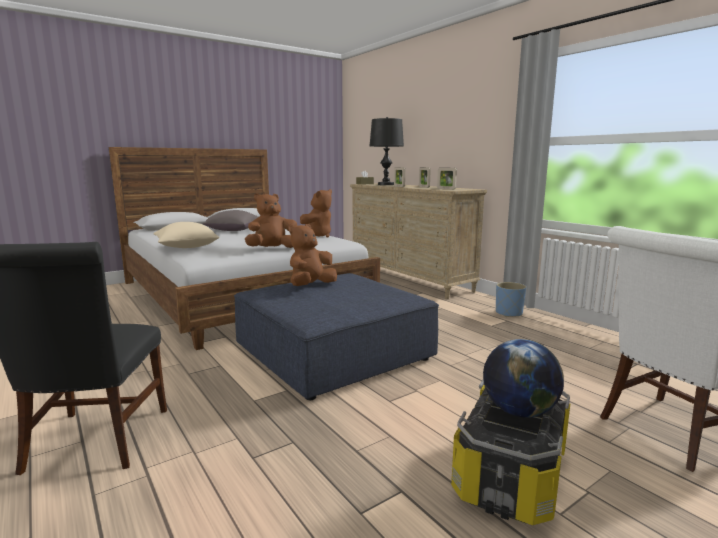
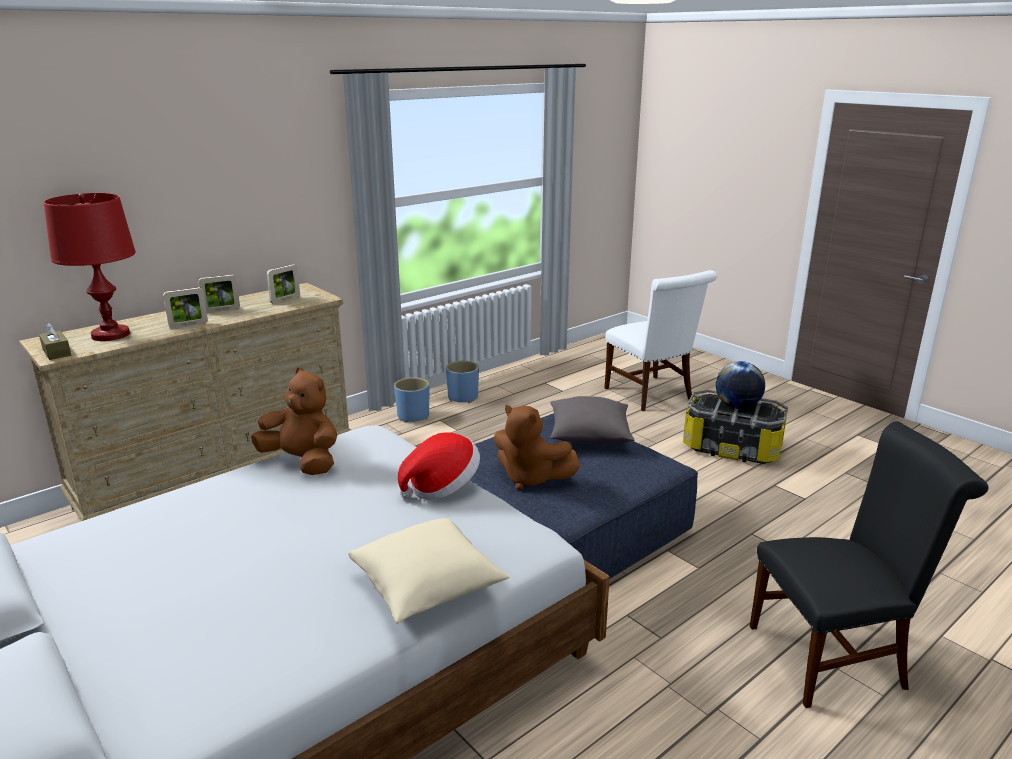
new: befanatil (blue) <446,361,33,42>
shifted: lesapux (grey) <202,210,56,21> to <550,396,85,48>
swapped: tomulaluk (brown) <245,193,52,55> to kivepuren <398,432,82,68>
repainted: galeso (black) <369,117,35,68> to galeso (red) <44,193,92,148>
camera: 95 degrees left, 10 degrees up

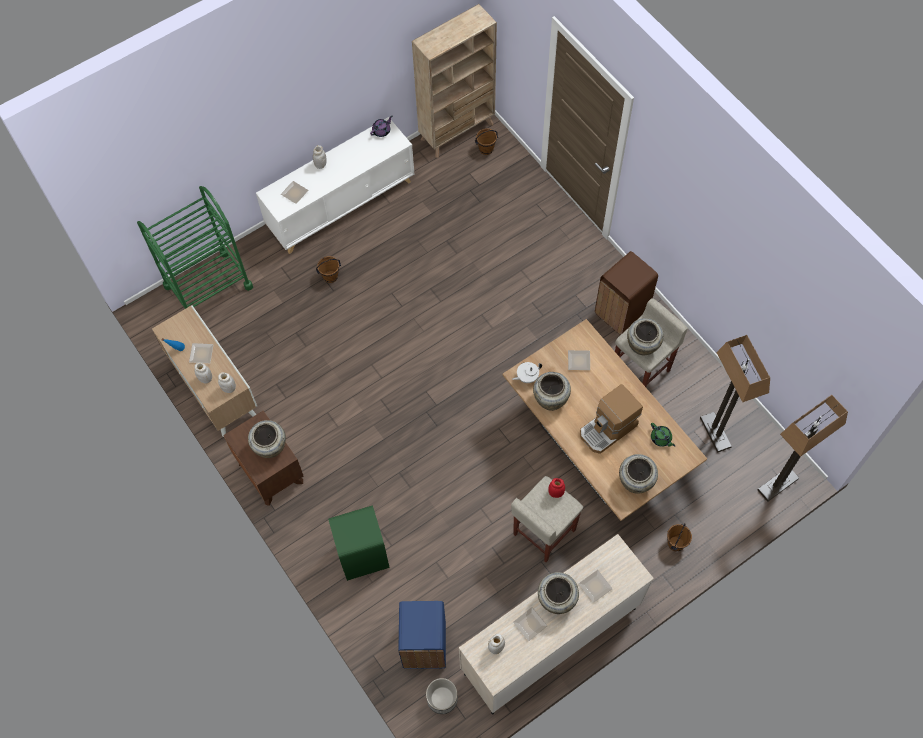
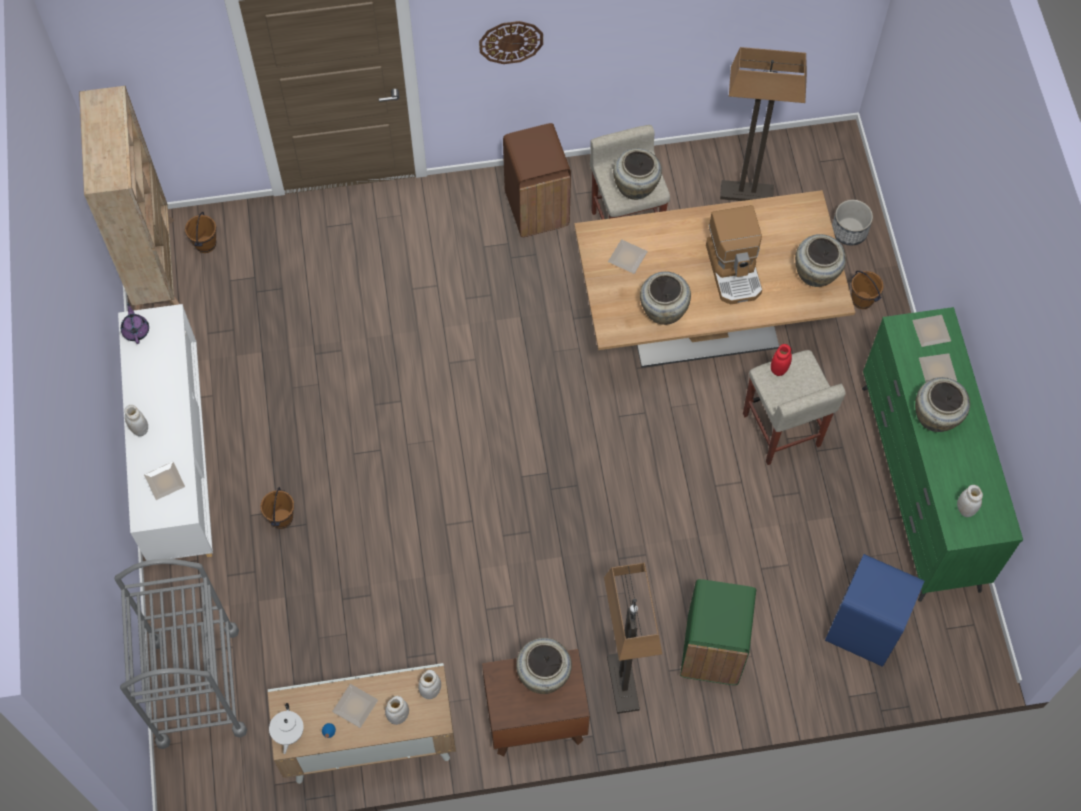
gone: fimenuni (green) <651,423,24,24>
new: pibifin <479,21,64,43>
shifted: befanatil <426,678,32,36> to <832,200,41,46>; fimenuni (white) <513,362,29,21> to <269,703,35,51>; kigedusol <513,607,34,34> to <912,315,39,32>; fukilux <758,395,90,107> to <604,563,58,151>
repainted: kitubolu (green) <137,186,116,123> to kitubolu (grey) <114,559,133,190>; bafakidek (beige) <459,534,195,180> to bafakidek (green) <862,307,161,295>
camera: 65 degrees left, 0 degrees up

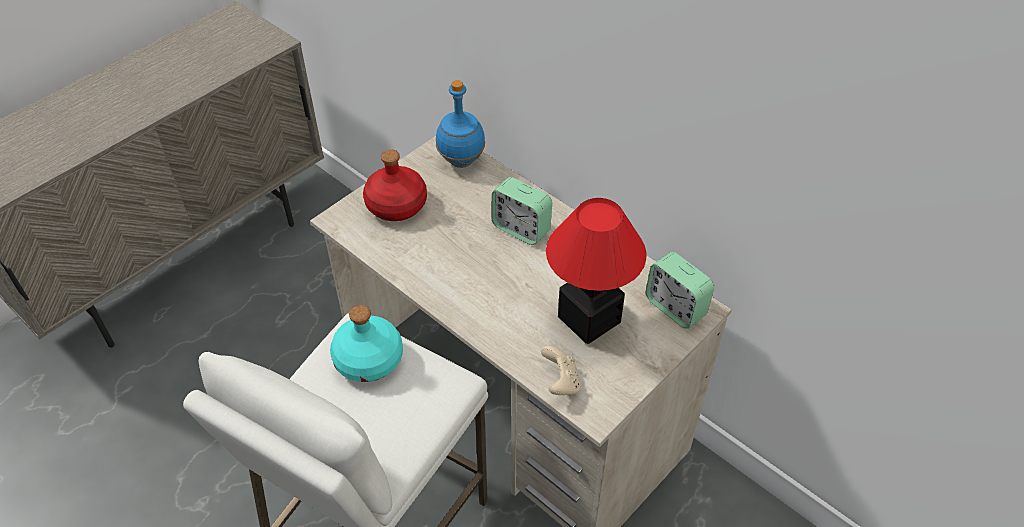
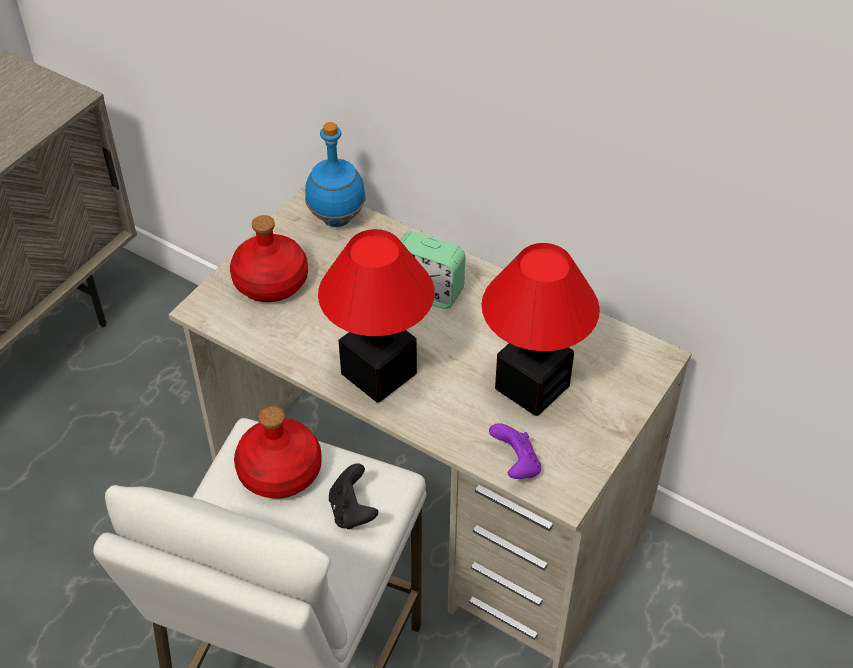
gone: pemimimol <646,252,68,77>
new: galeso <318,229,117,174>; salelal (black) <329,463,49,66>
repainted: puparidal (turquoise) <330,305,73,77> to puparidal (red) <234,406,88,93>; salelal (beige) <541,346,39,50> to salelal (purple) <489,423,52,56>
camera: 10 degrees left, 0 degrees up

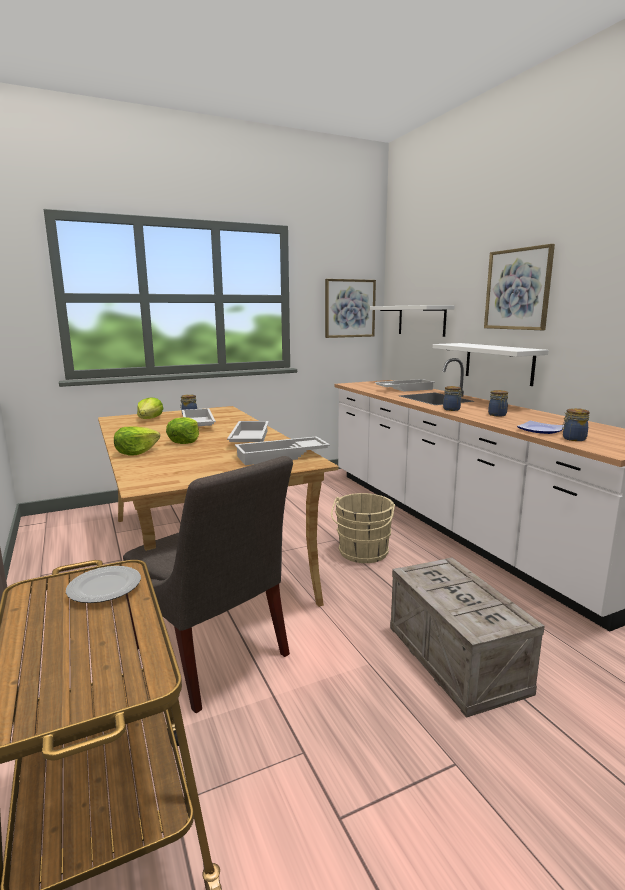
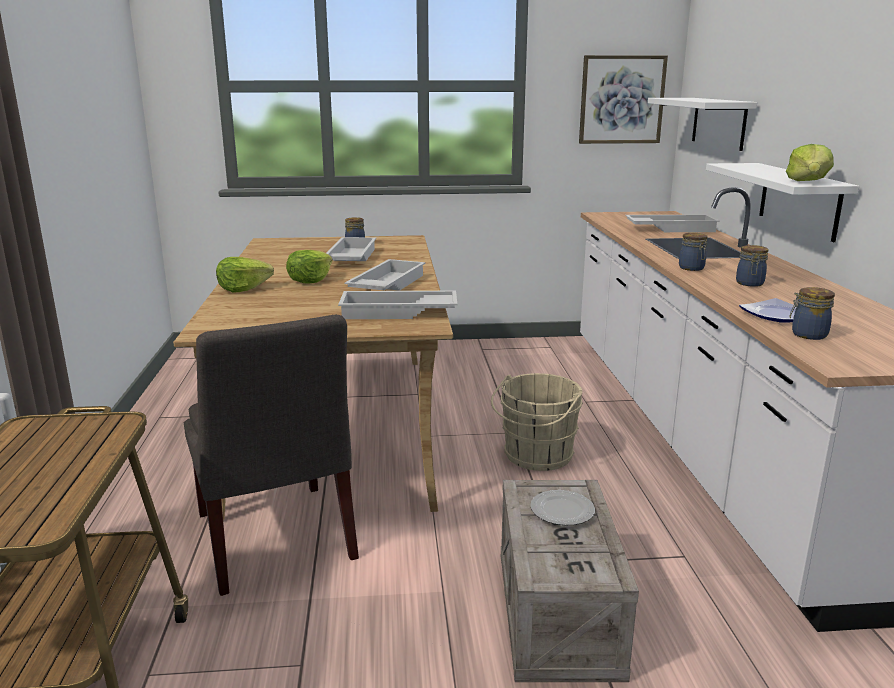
gone: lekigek <484,244,71,86>
shifted: kigedusol <66,566,75,37> to <530,490,65,35>; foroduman <137,397,27,22> to <786,144,48,37>
camera: 20 degrees right, 5 degrees up

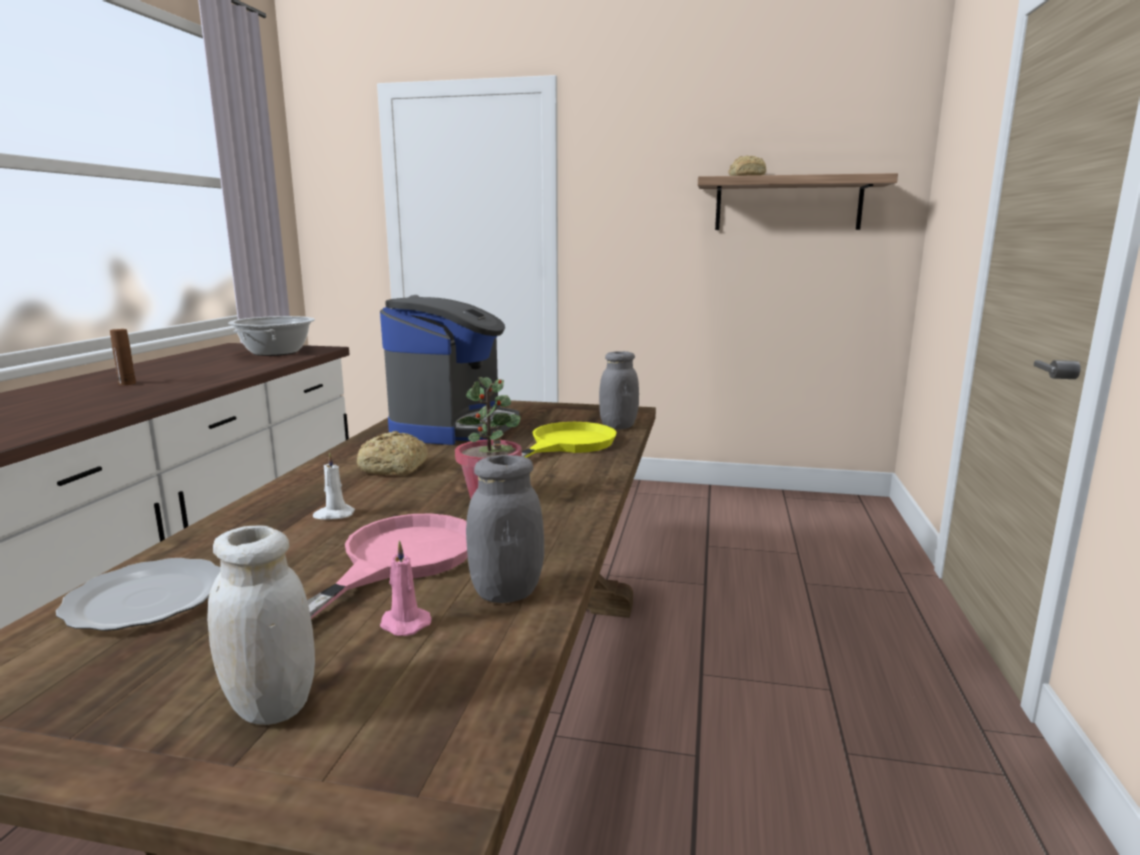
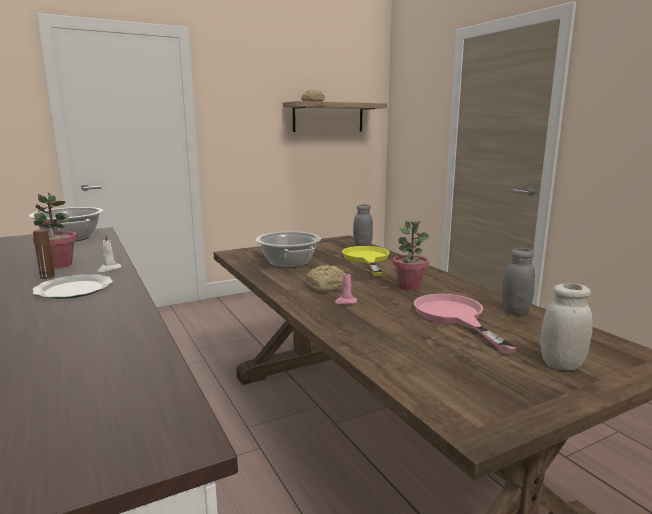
new: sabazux <33,192,44,77>
shifted: kigedusol <56,558,165,73> to <32,274,81,25>; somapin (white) <313,452,42,68> to <97,233,24,39>; somapin (pink) <380,540,52,96> to <335,268,22,36>
swapped: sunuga <380,297,139,148> to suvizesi <256,231,65,37>
camera: 40 degrees left, 0 degrees up

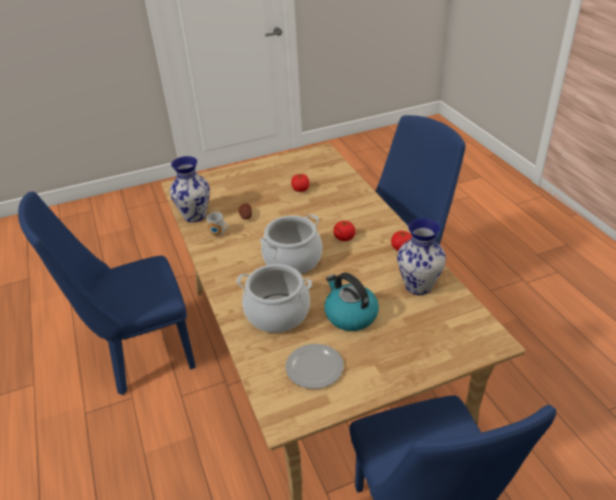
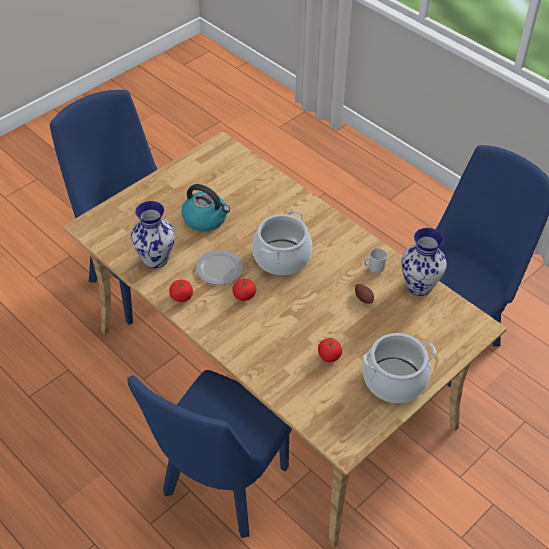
shifted: suvizesi <237,264,75,69> to <362,333,74,70>; kigedusol <285,344,59,45> to <196,250,47,35>
camera: 155 degrees right, 10 degrees up

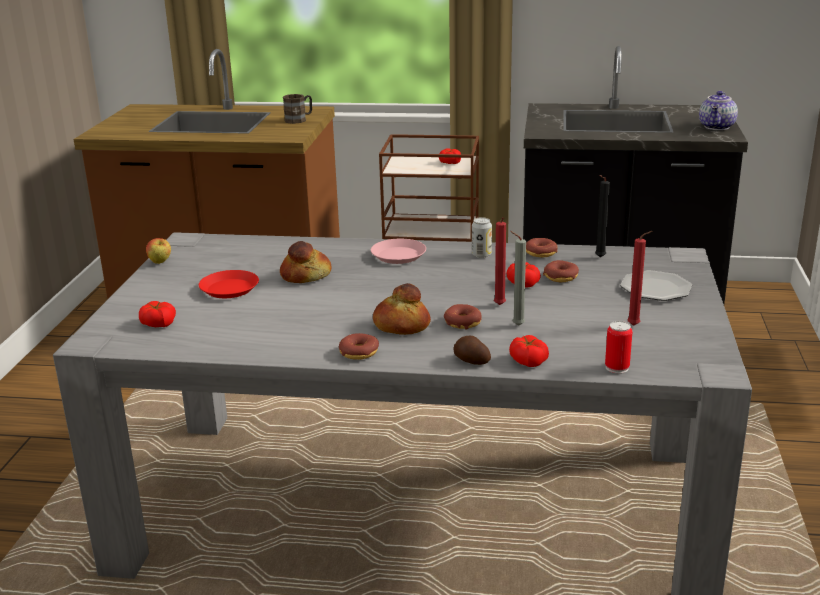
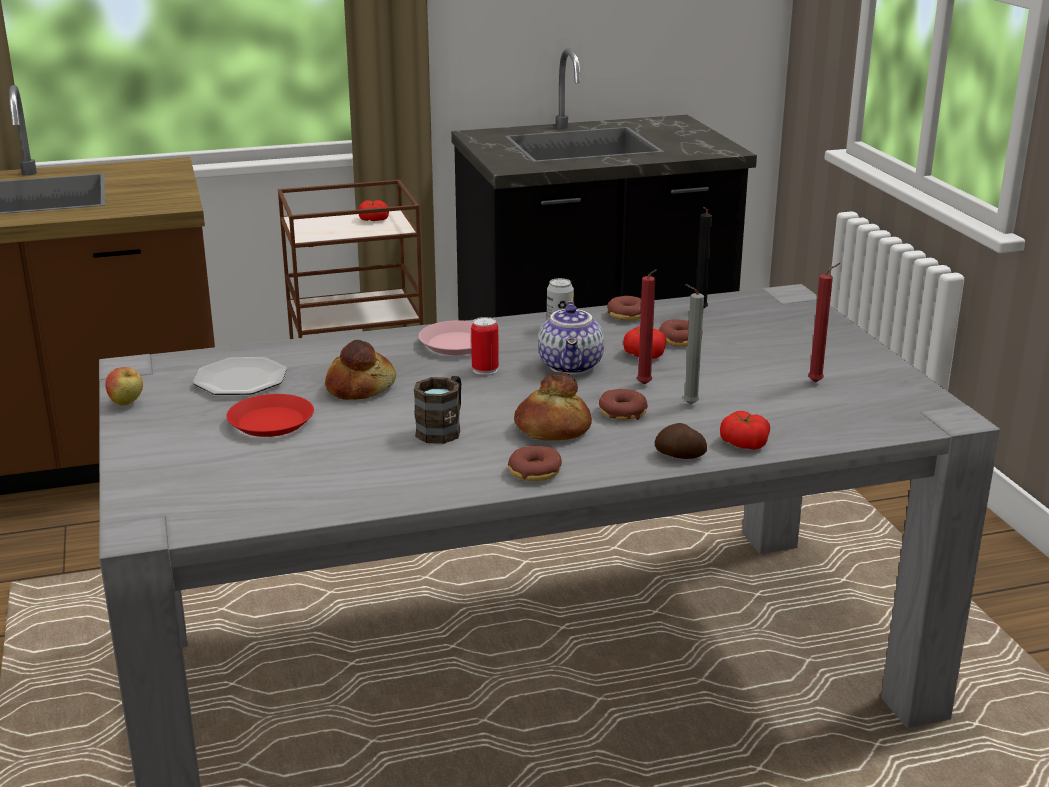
gone: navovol <139,301,37,26>
shifted: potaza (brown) <283,94,29,30> to <414,376,47,68>; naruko <605,321,27,53> to <471,317,28,58>; kigedusol <620,270,72,31> to <193,357,94,38>; fimenuni <699,91,39,39> to <538,301,66,74>
camera: 25 degrees left, 0 degrees up

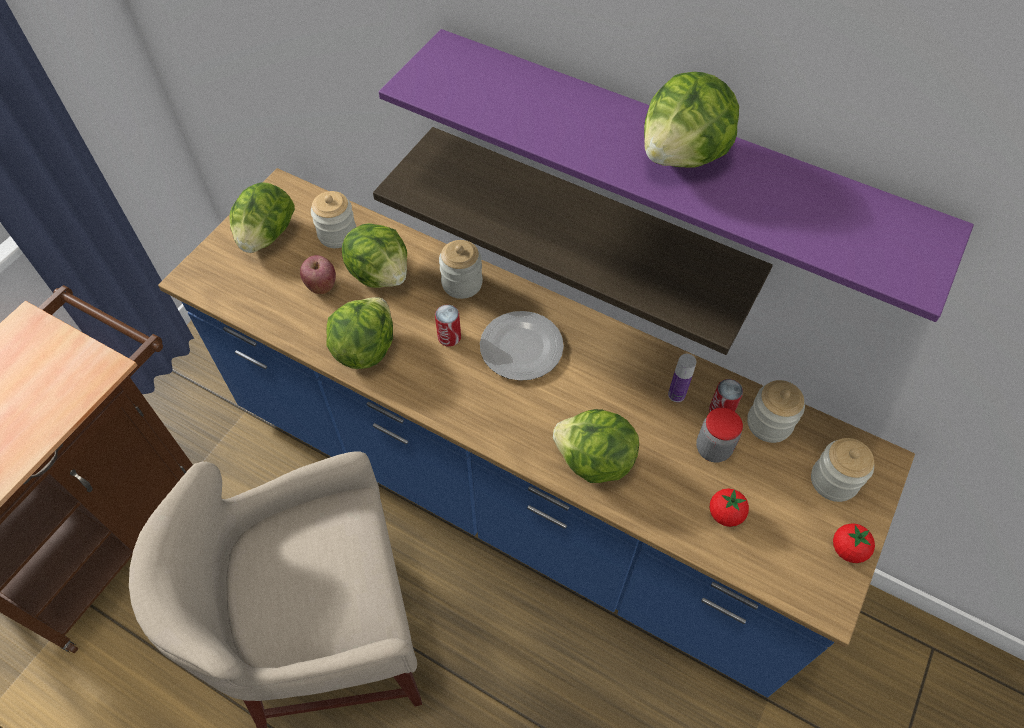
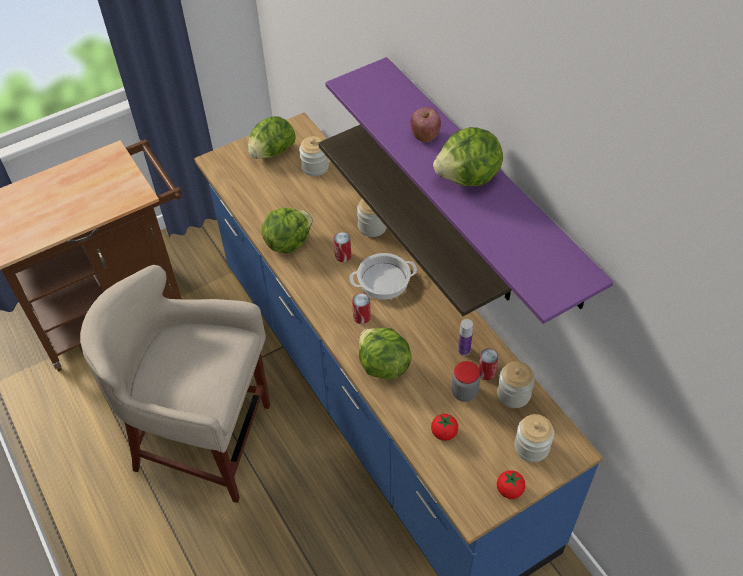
gone: foroduman <342,223,65,65>
new: naruko <352,293,19,31>
shifted: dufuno <300,255,36,39> to <411,107,30,35>
swapped: kigedusol <480,311,84,70> to suvizesi <350,253,67,47>
camera: 30 degrees right, 5 degrees down

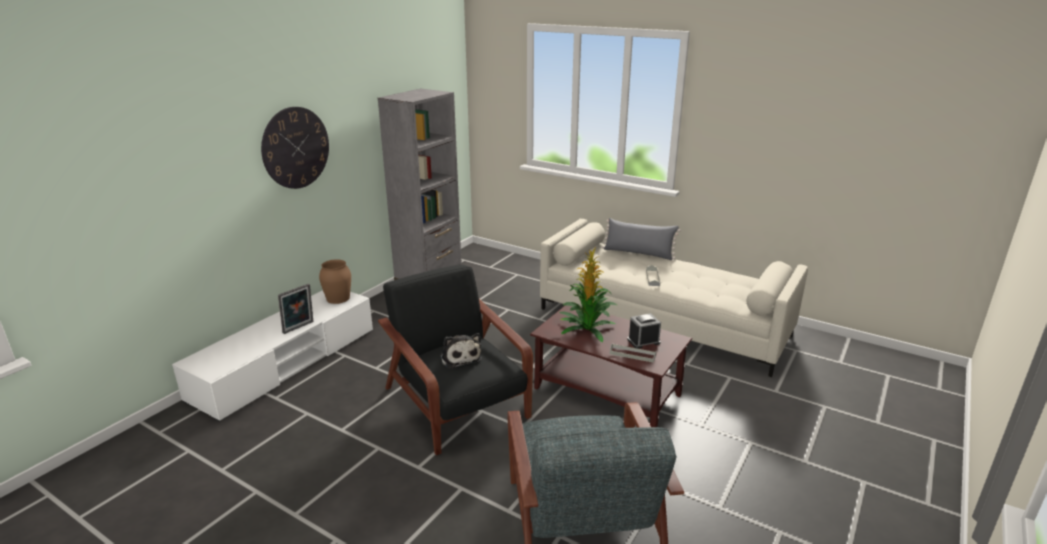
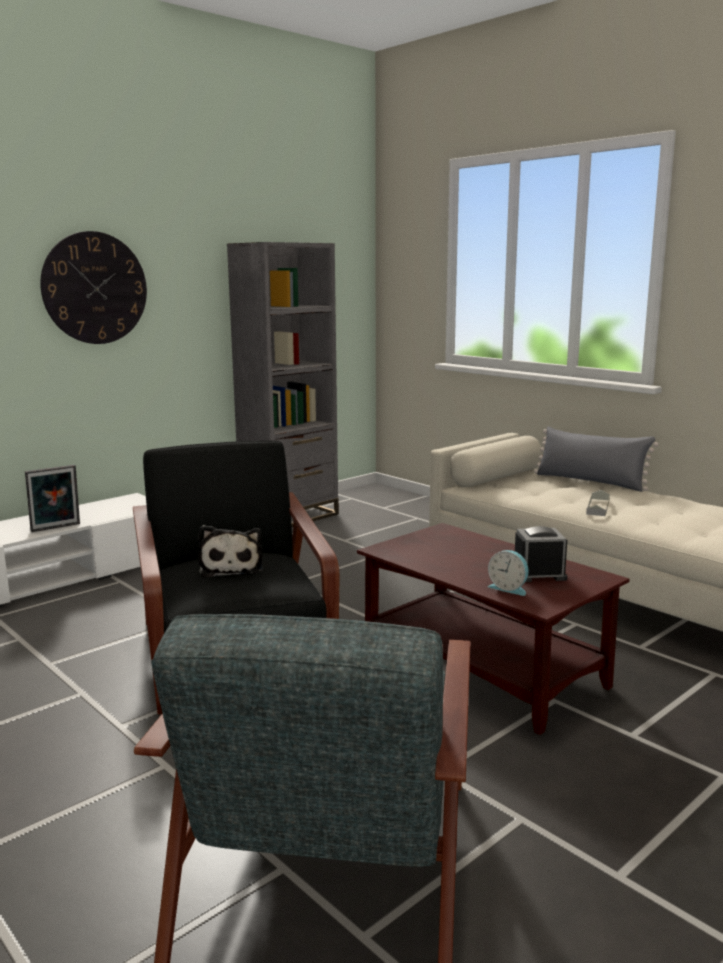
gone: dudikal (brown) <319,259,32,45>; sabazux <559,247,58,95>
swapped: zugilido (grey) <610,344,46,19> to pemimimol <488,550,41,46>
camera: 15 degrees right, 10 degrees down

